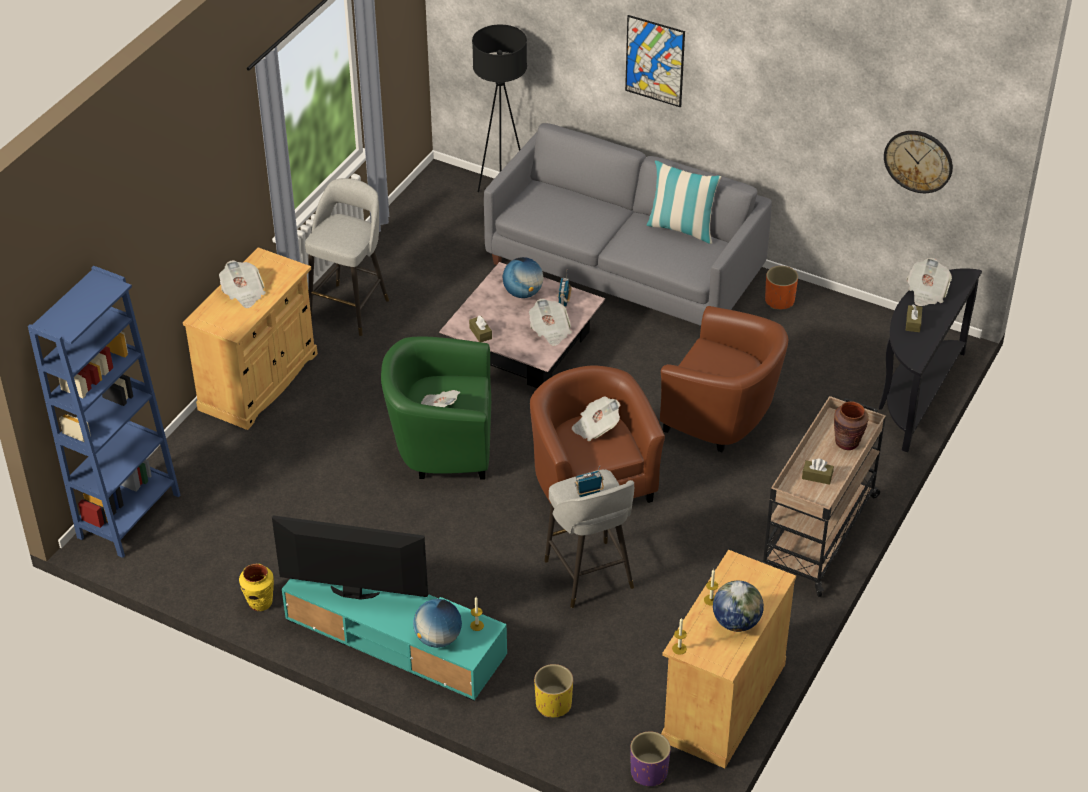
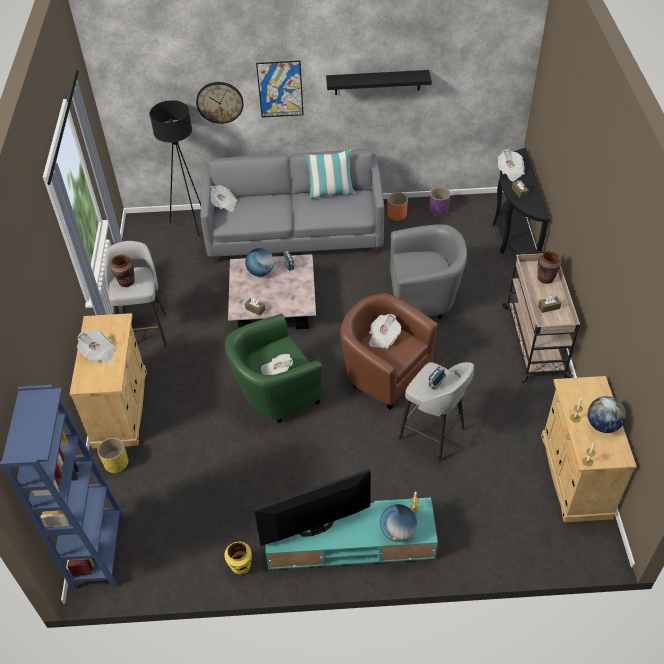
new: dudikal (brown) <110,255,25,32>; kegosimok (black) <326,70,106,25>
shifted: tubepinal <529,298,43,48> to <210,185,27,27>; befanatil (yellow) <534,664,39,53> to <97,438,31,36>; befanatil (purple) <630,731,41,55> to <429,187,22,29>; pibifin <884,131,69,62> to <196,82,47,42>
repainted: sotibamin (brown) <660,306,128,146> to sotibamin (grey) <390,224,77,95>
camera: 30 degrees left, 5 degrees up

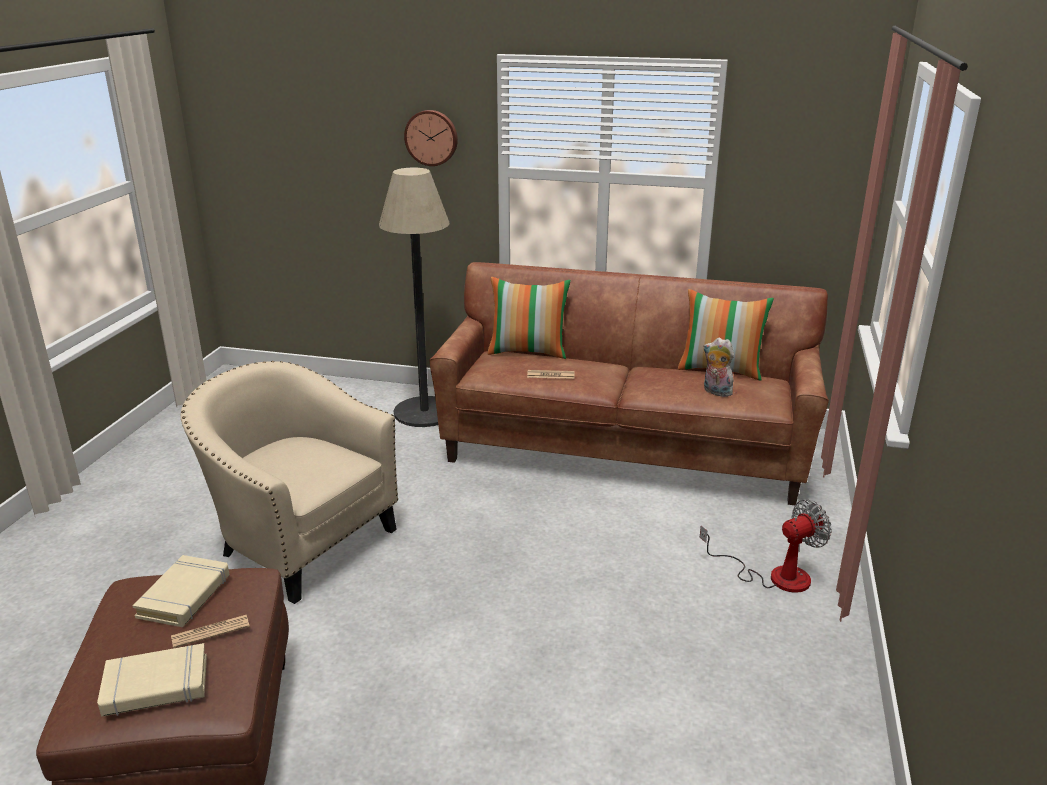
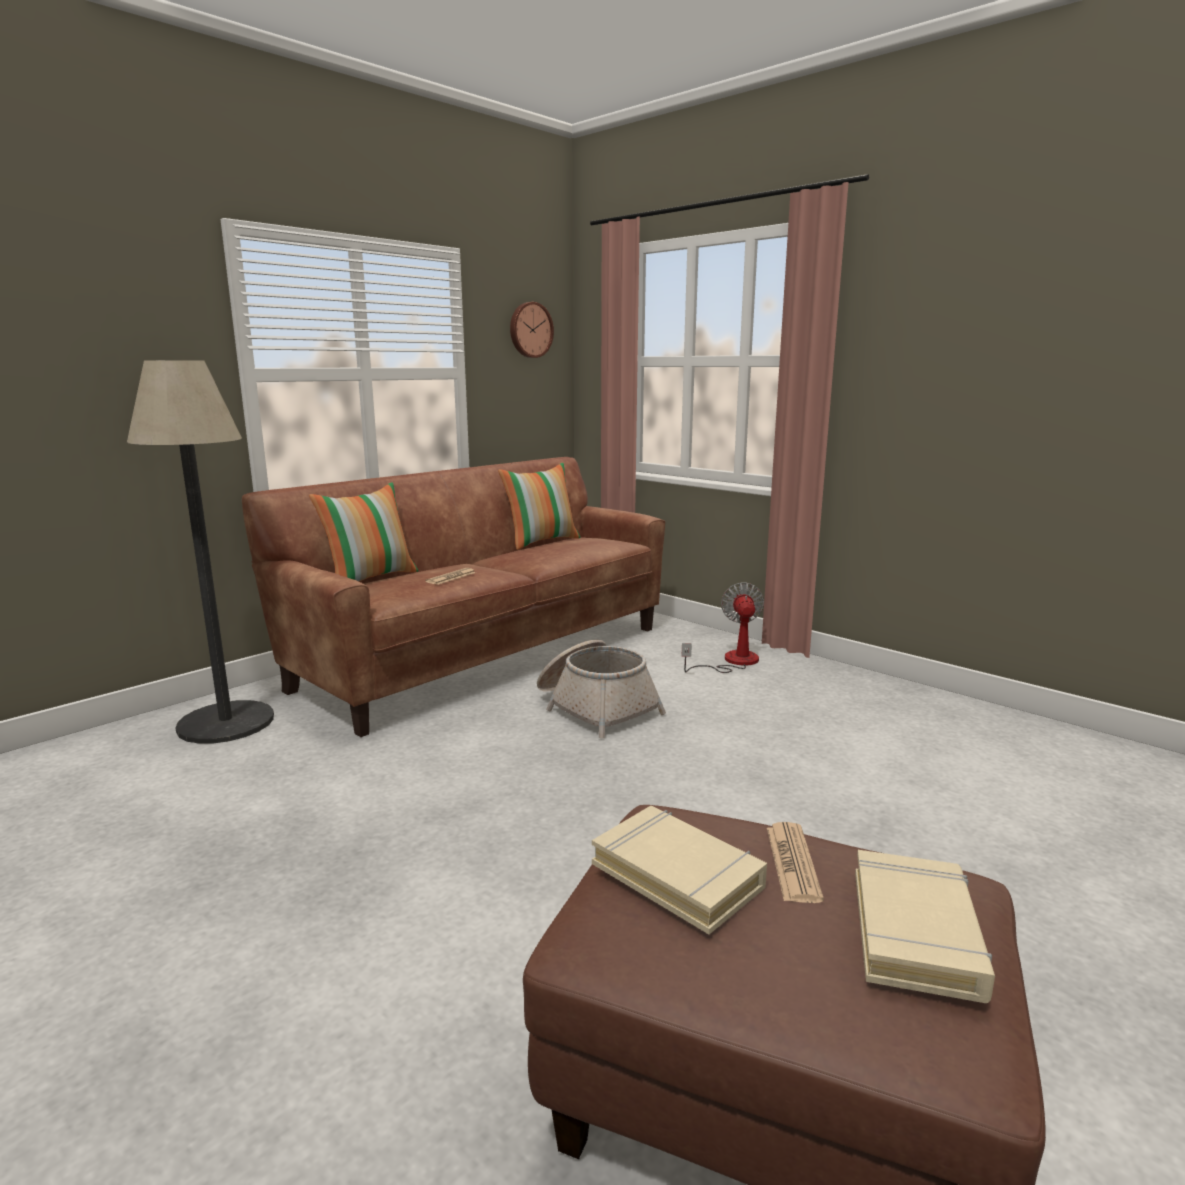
gone: sotibamin (beige) <181,361,217,243>; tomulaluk <703,338,31,59>
new: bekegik <537,640,129,98>
shifted: pibifin <404,110,54,56> to <510,302,44,56>
camera: 60 degrees left, 10 degrees down

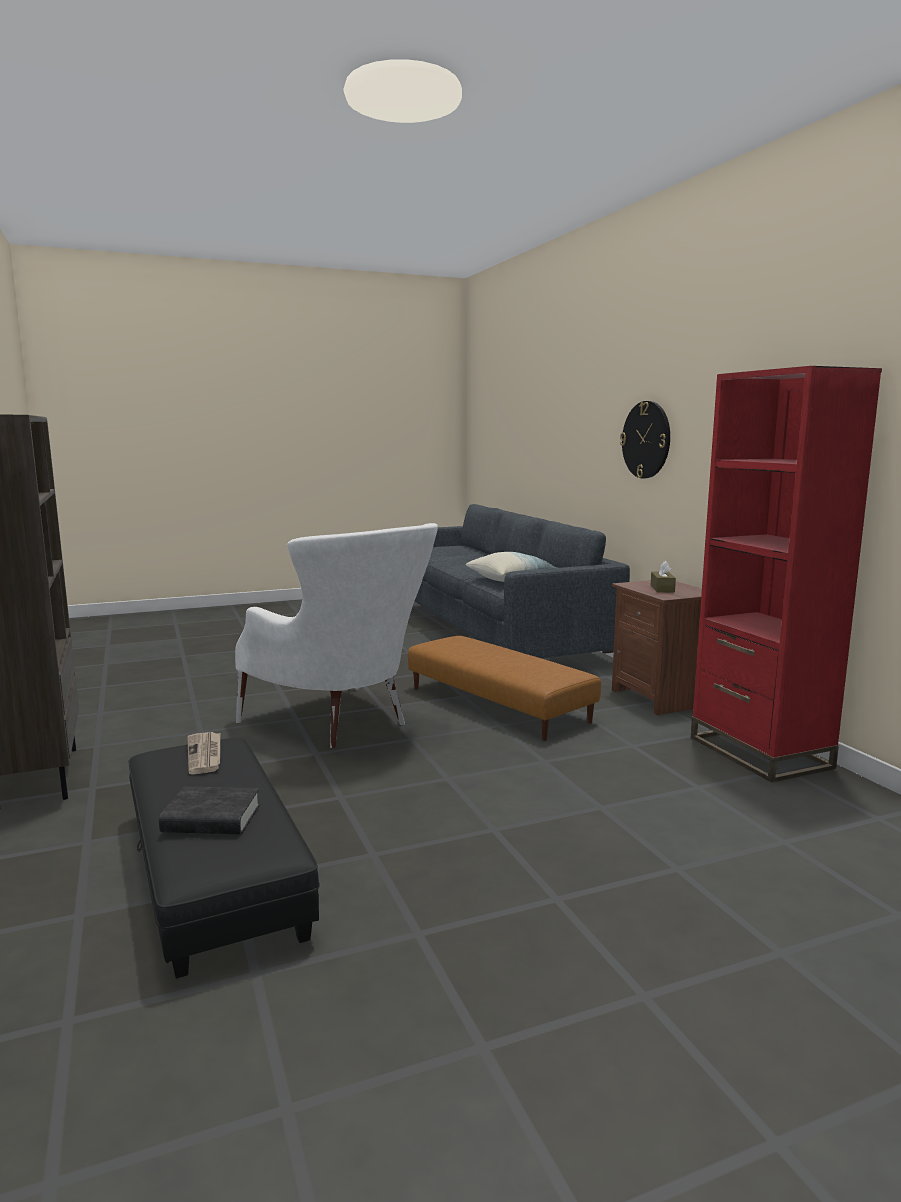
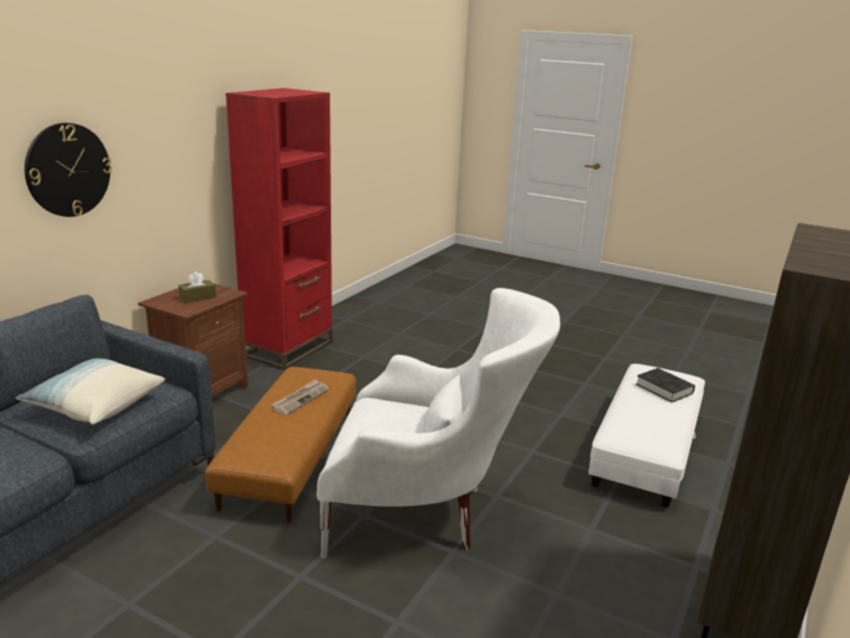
shifted: tubepinal <188,732,32,43> to <271,379,58,36>
repainted: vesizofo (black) <129,738,191,241> to vesizofo (white) <588,364,117,144>
rotated: sotibamin (white) <235,523,203,225> = <317,288,243,270> 90 degrees clockwise
camera: 130 degrees left, 10 degrees up

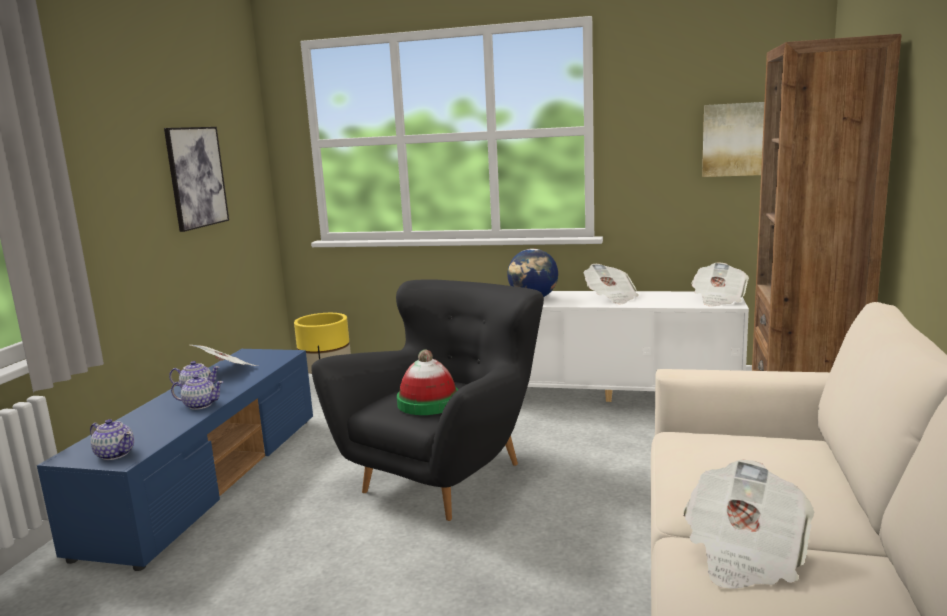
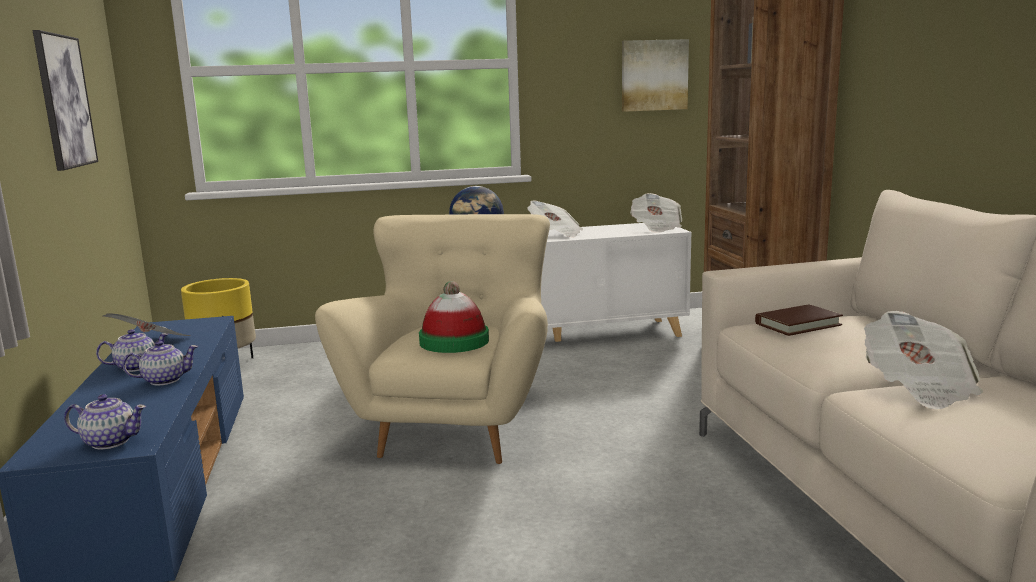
new: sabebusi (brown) <755,304,88,32>
repainted: sotibamin (black) <311,279,233,242> to sotibamin (beige) <315,214,235,250>
camera: 25 degrees left, 0 degrees up

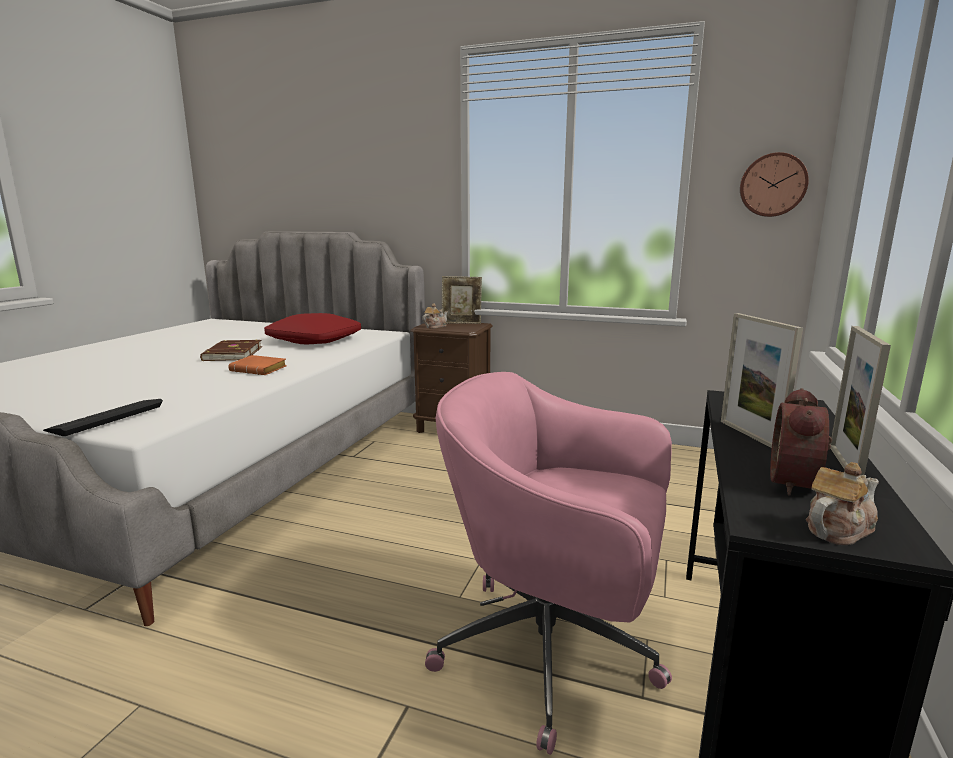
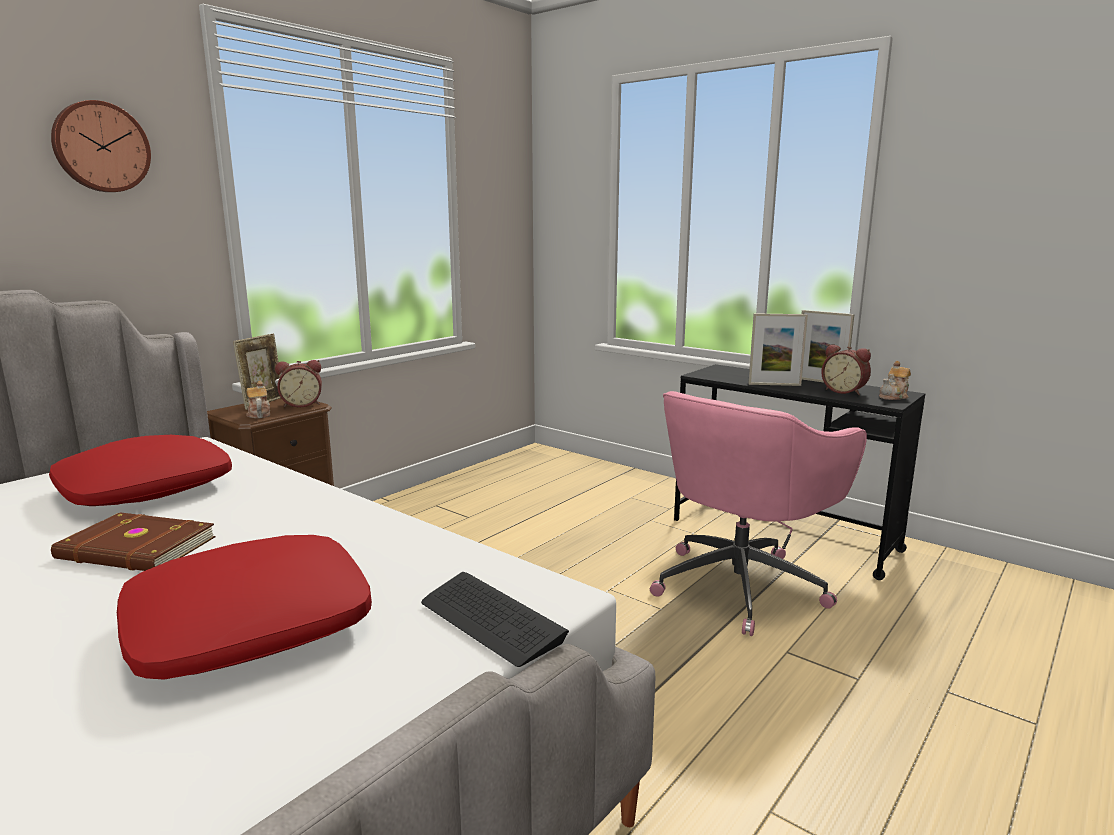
gone: sabebusi (orange) <229,355,58,20>
new: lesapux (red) <117,535,255,145>; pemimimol <275,360,47,48>
shifted: pibifin <740,152,69,65> to <51,100,100,92>
rotated: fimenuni <806,462,73,83> = <879,361,32,39> 120 degrees counterclockwise
camera: 70 degrees left, 0 degrees up

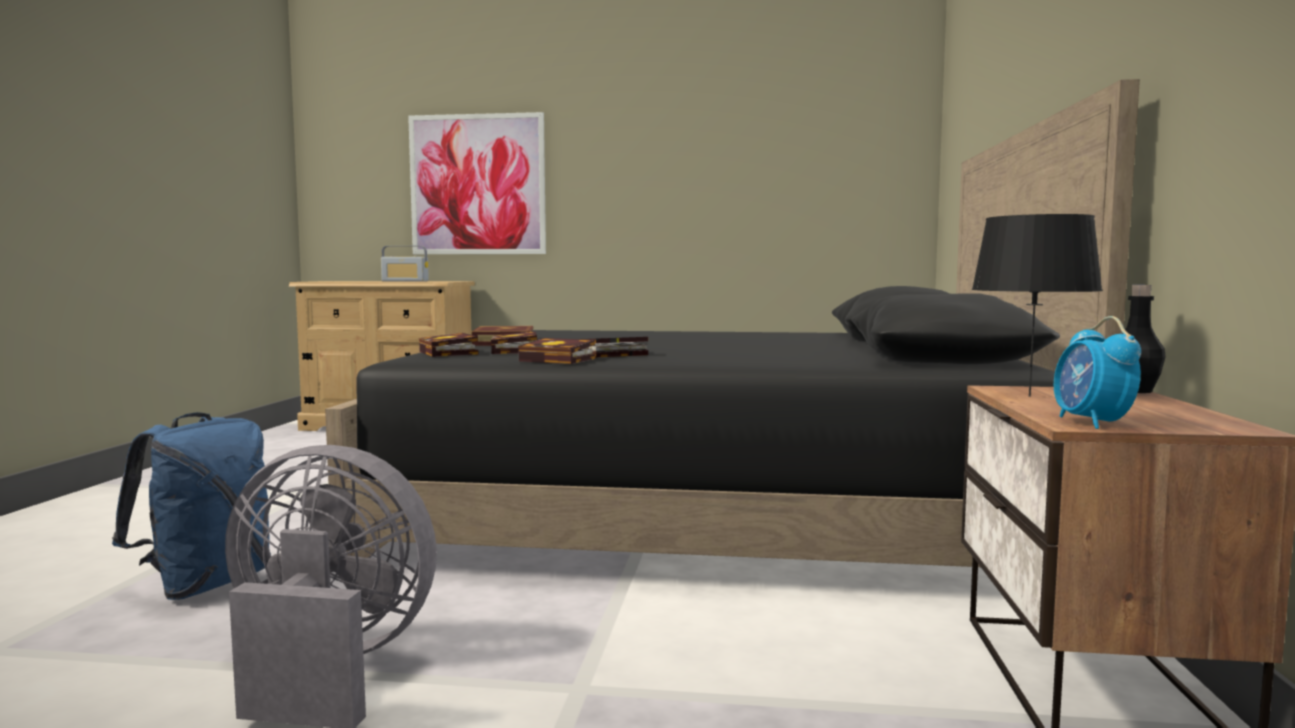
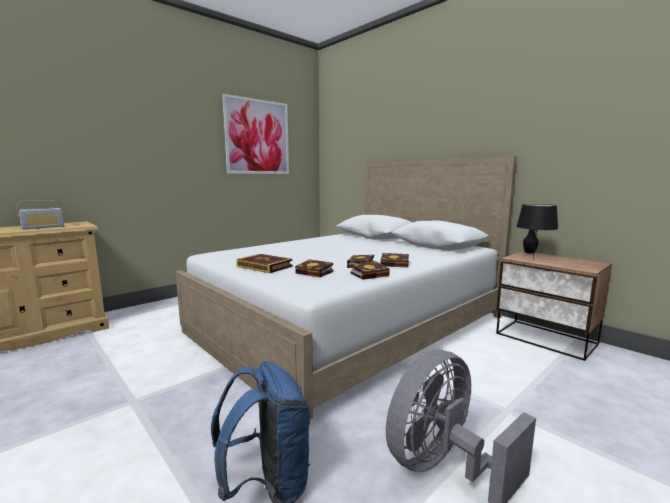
gone: pemimimol <1054,316,87,113>
shifted: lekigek <408,112,138,142> to <222,94,67,80>; sabebusi <419,333,59,24> to <381,253,28,15>
repainted: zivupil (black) <325,79,815,488> to zivupil (white) <175,156,342,269>
camera: 50 degrees left, 5 degrees up

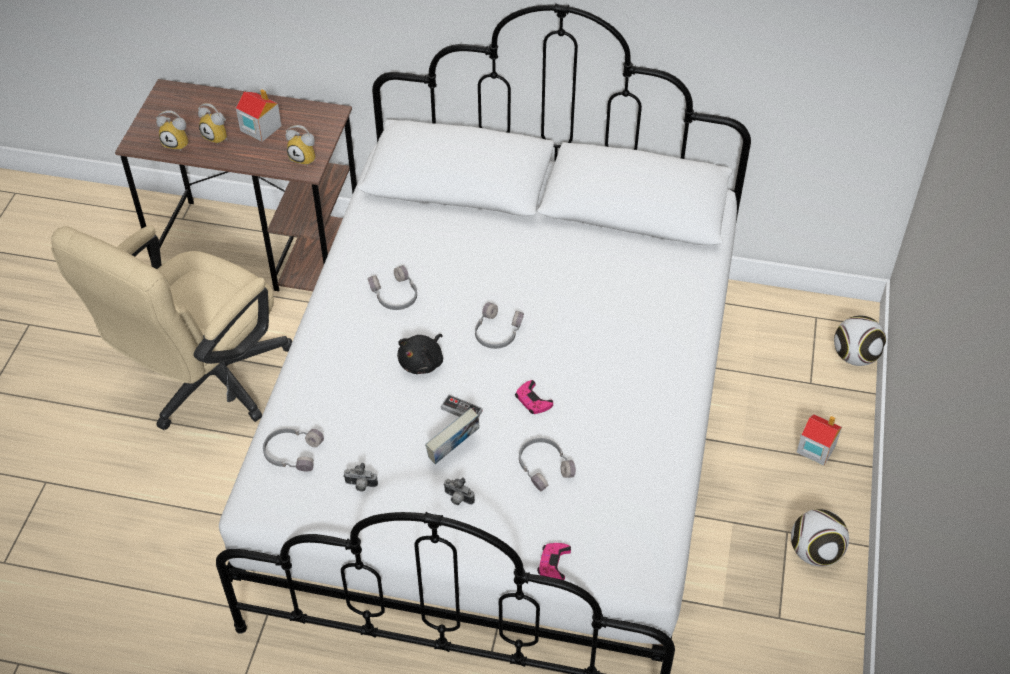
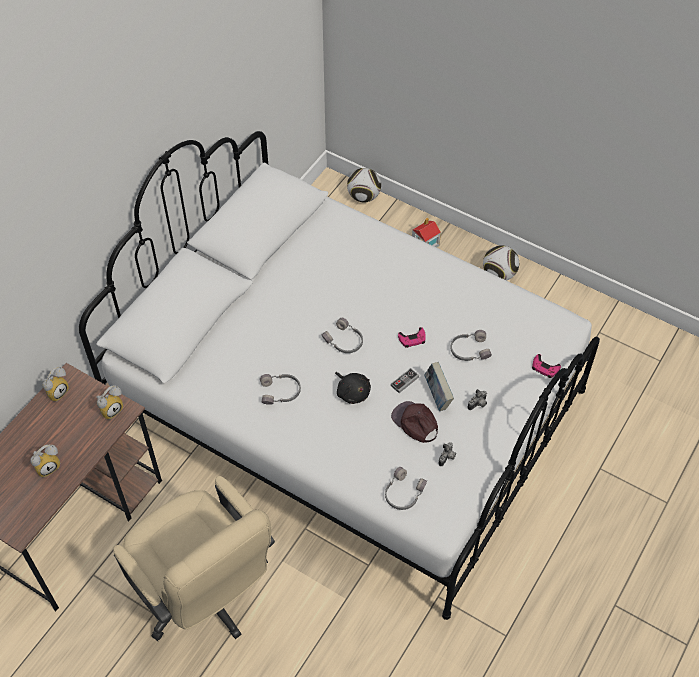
gone: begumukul <236,89,46,53>
new: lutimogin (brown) <391,401,47,42>
shifted: pemimimol <156,110,33,40> to <41,367,28,34>
camera: 70 degrees left, 5 degrees up

